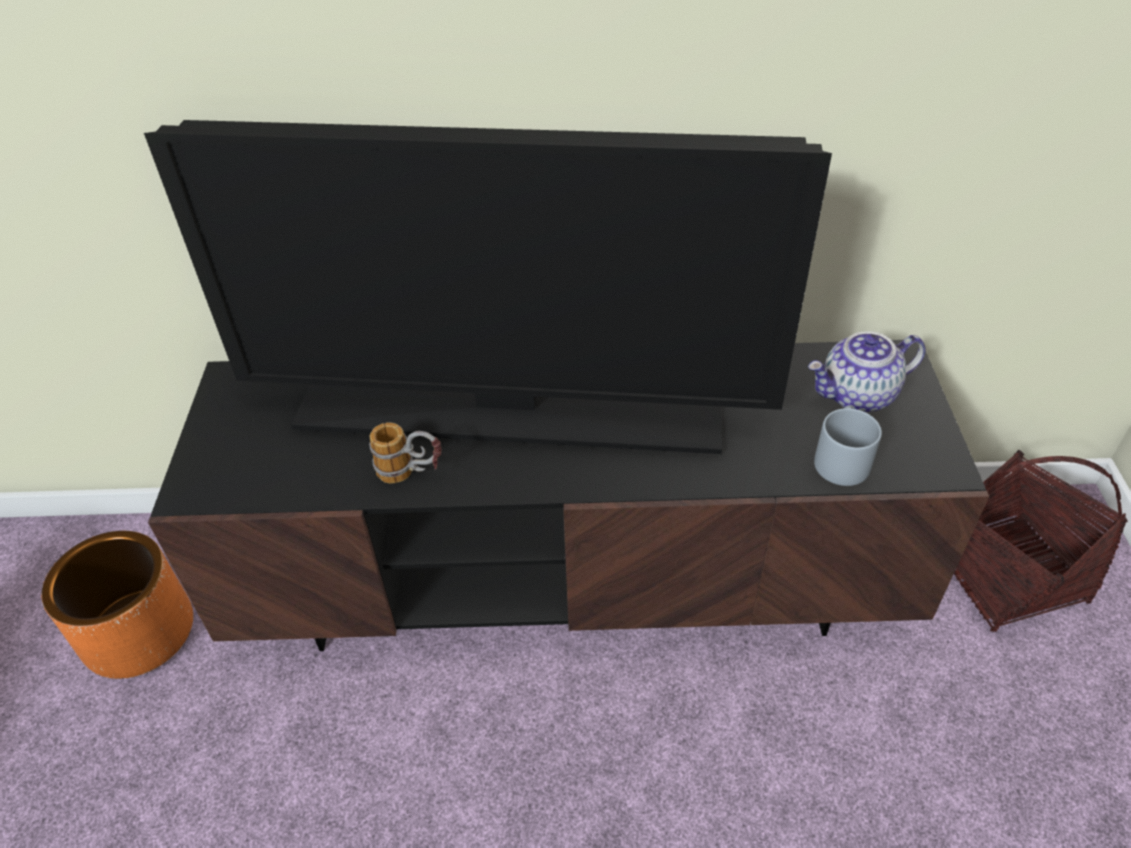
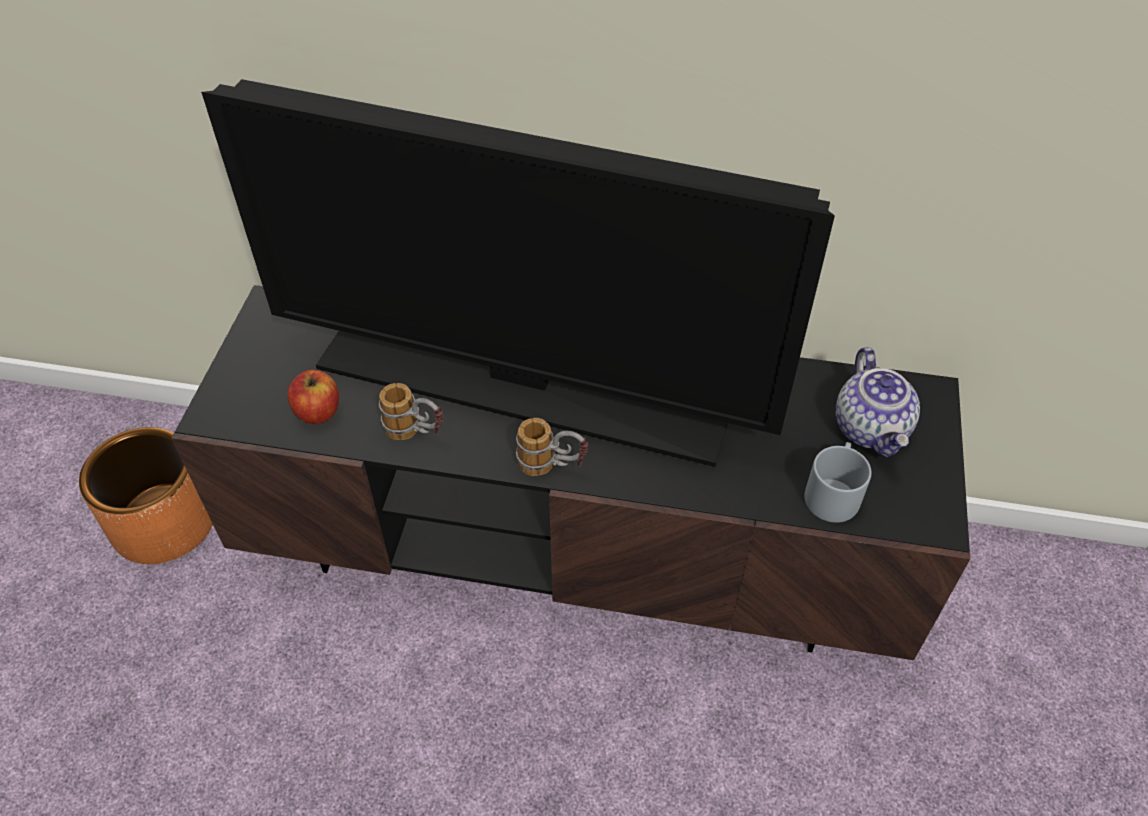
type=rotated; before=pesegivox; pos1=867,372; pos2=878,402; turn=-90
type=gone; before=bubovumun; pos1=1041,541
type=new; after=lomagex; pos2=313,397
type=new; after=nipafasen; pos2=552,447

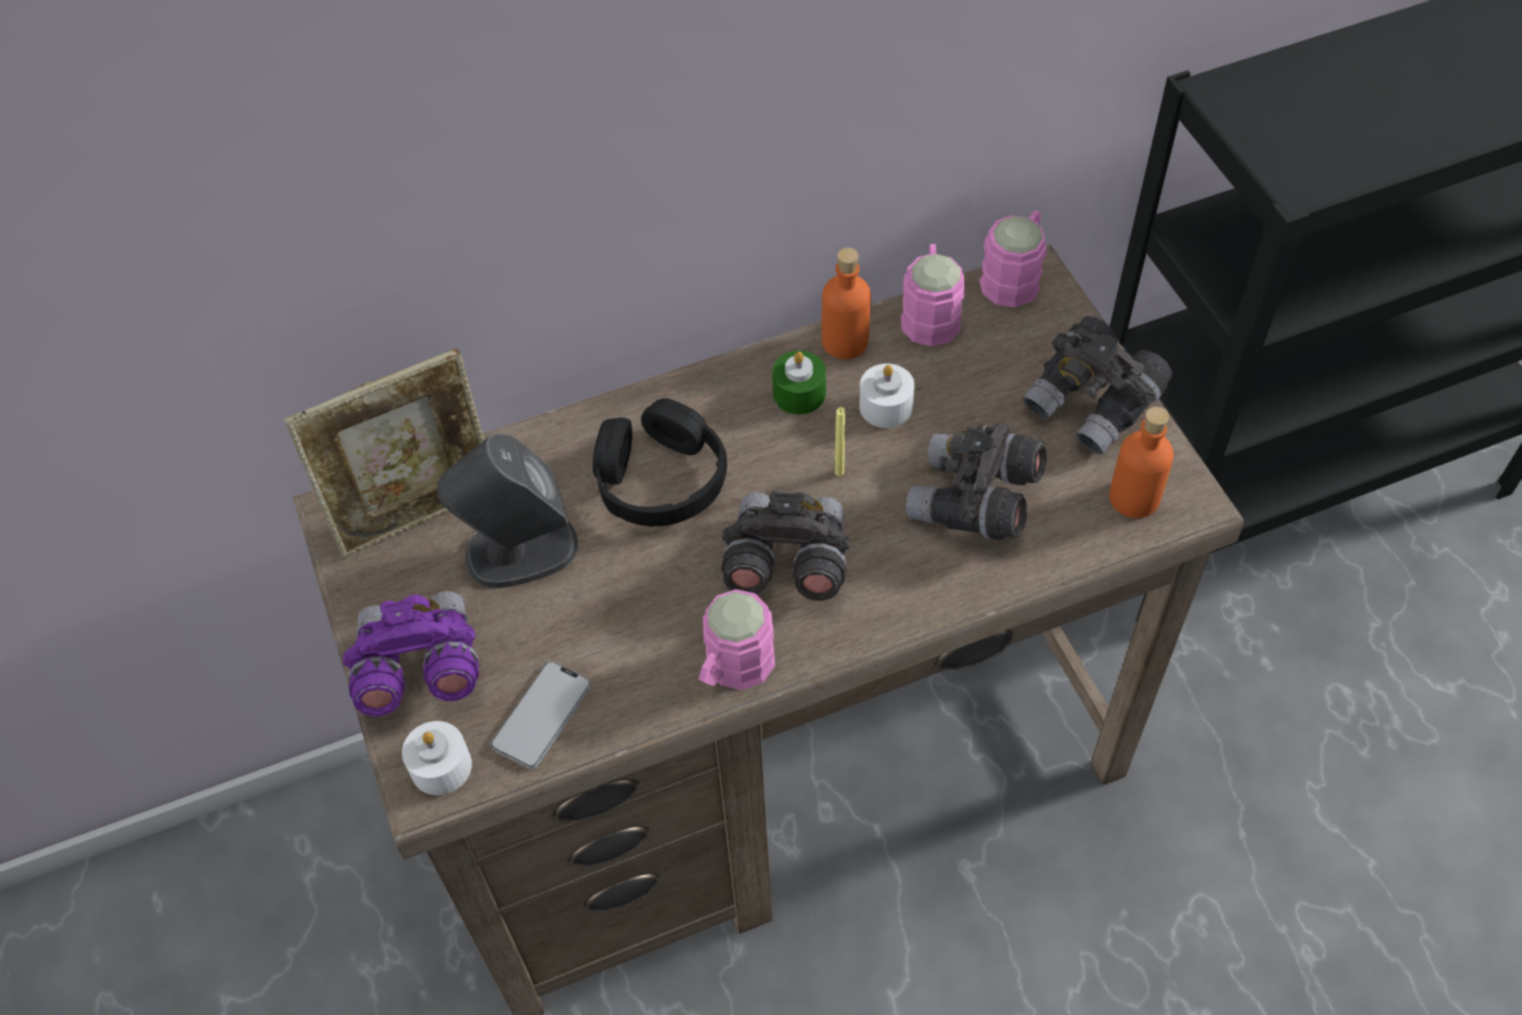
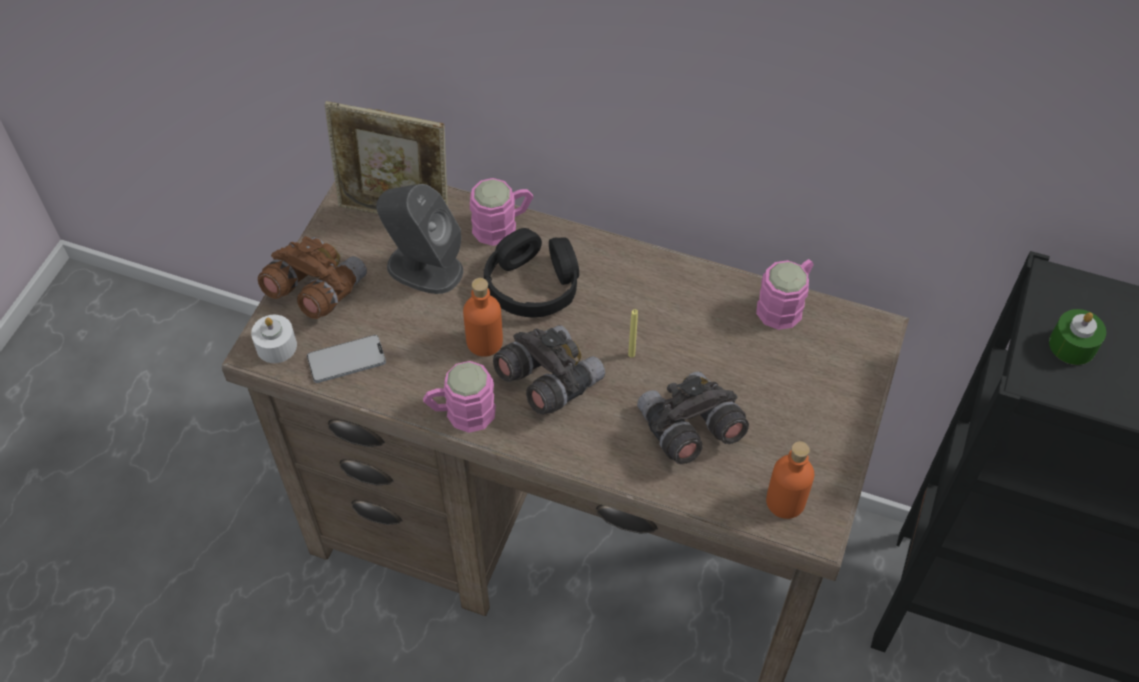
type=repainted; before=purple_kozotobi; after=brown_kozotobi; pos1=411,653; pos2=312,277
type=shifted; before=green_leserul; pos1=799,383; pos2=1077,337
type=shifted; before=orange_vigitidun; pos1=846,303; pos2=483,317
type=gone; before=white_leserul; pos1=887,396
type=shifted; before=pink_nipafasen; pos1=1013,258; pos2=501,212
type=gone; before=grey_kozotobi; pos1=1097,385

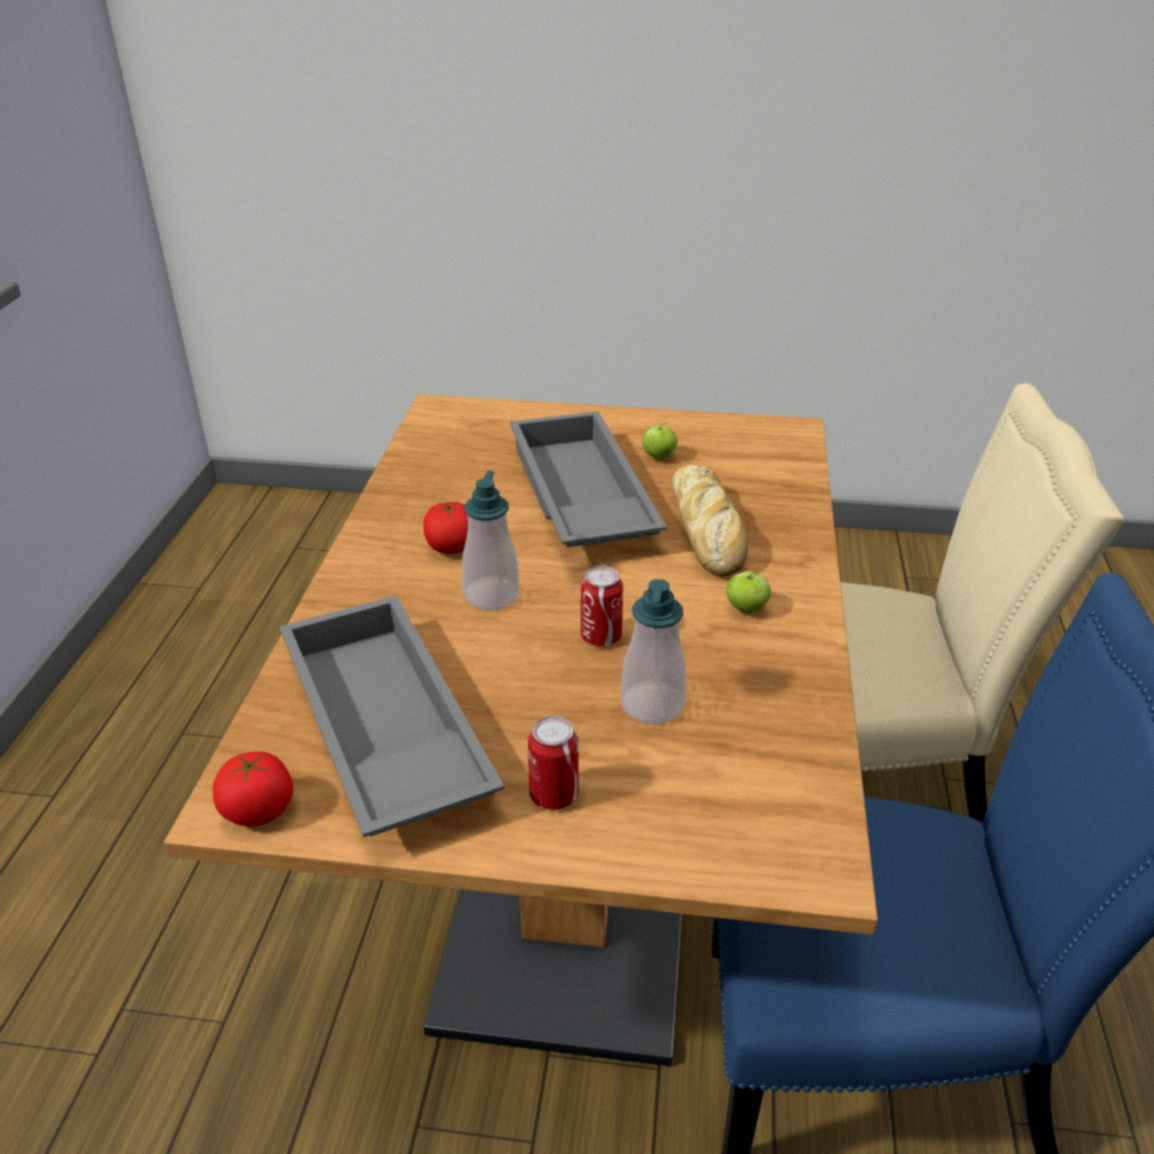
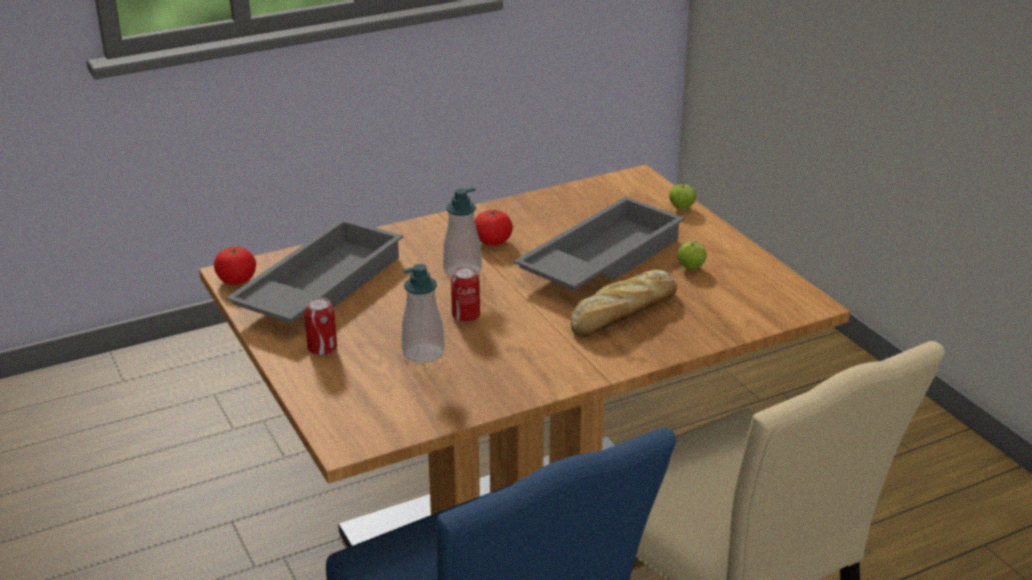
type=shifted; before=lomagex; pos1=748,592; pos2=682,196

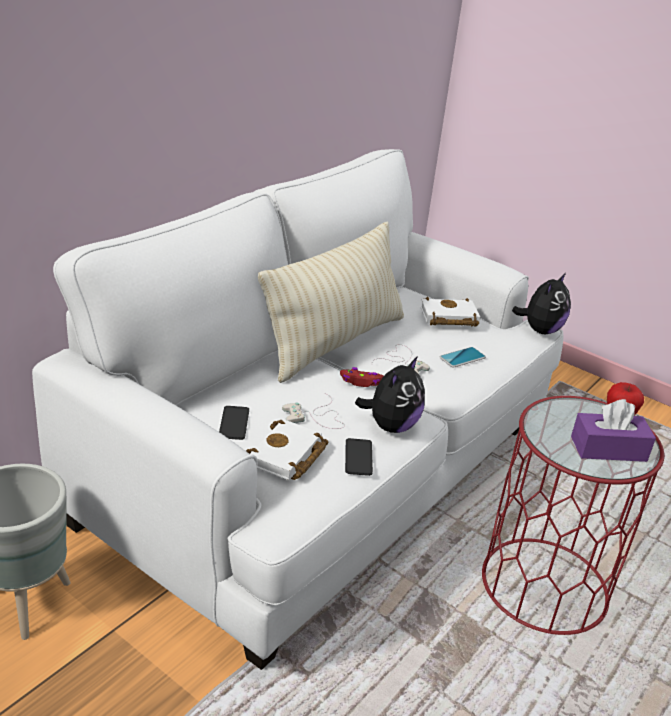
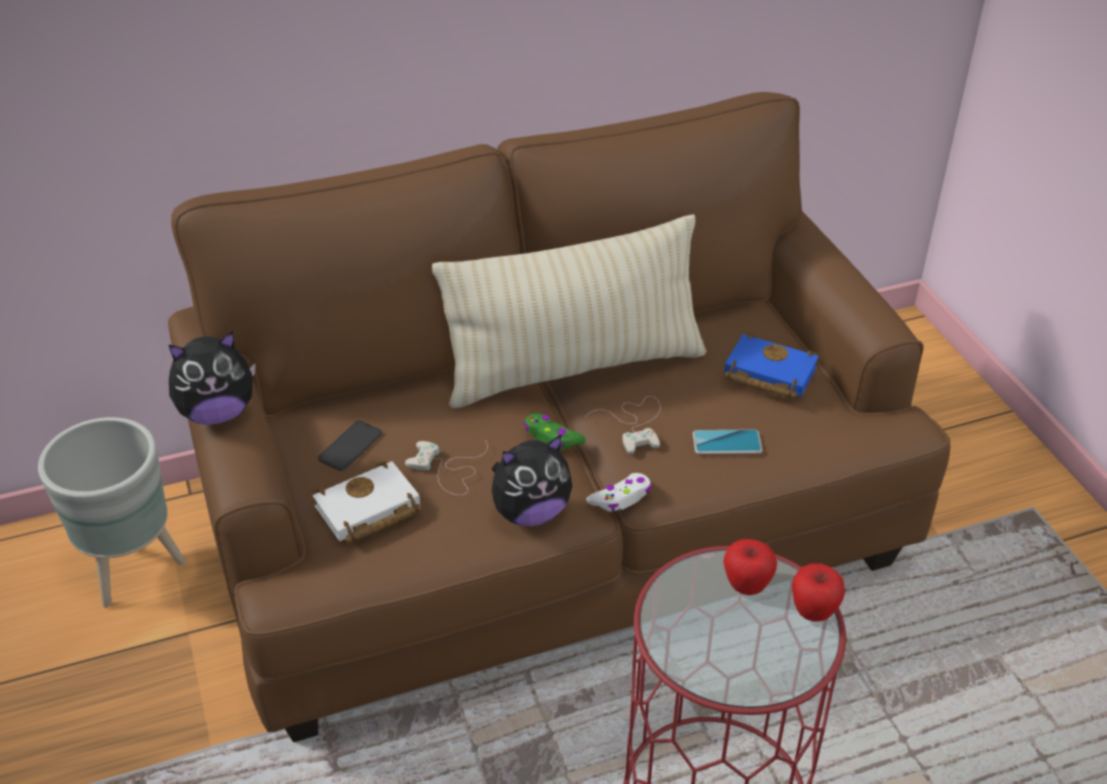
type=repainted; before=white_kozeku; after=brown_kozeku; pos1=297,409; pos2=559,417
type=repainted; before=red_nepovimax; after=green_nepovimax; pos1=361,377; pos2=555,431
type=gone; before=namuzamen; pos1=359,457
type=repainted; before=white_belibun; after=blue_belibun; pos1=450,312; pos2=771,366
type=shifted; before=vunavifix; pos1=541,303; pos2=212,378
type=gone; before=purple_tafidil; pos1=613,430
type=new; after=white_nepovimax; pos2=619,492
type=new; after=lomagex; pos2=750,567

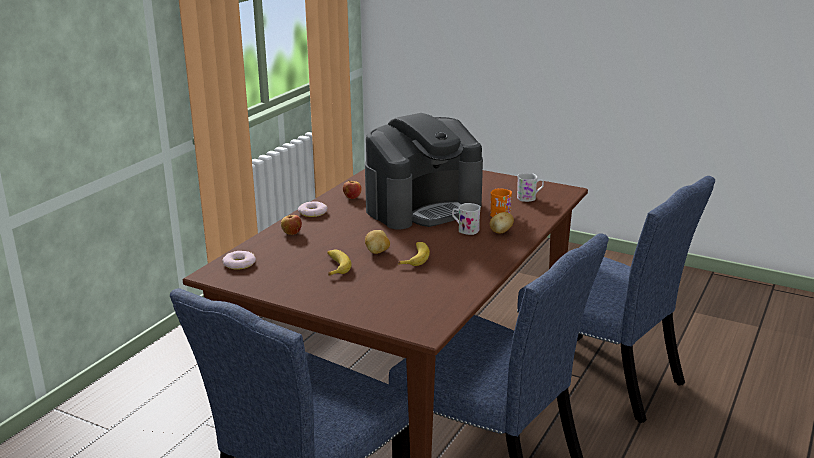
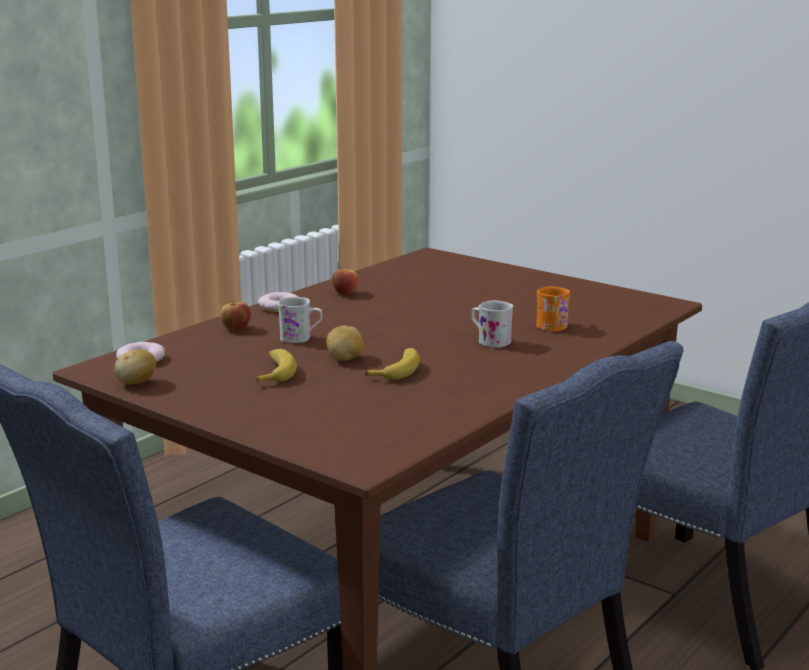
type=gone; before=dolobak; pos1=424,171
type=shifted; before=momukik; pos1=502,223; pos2=135,366
type=shifted; before=white_nipafasen; pos1=530,187; pos2=300,320

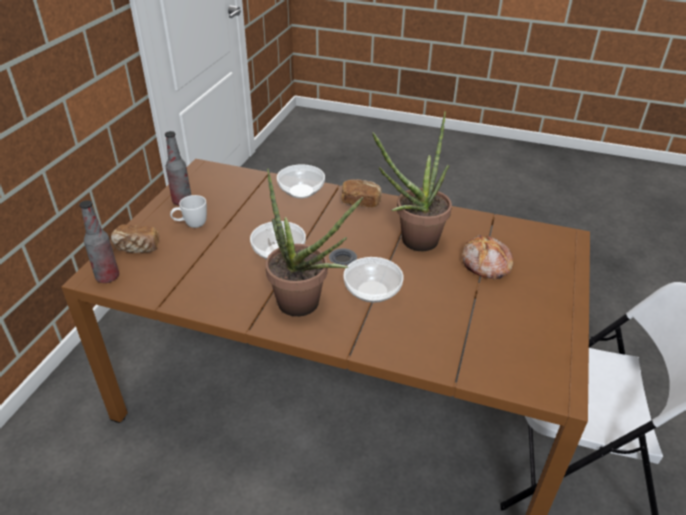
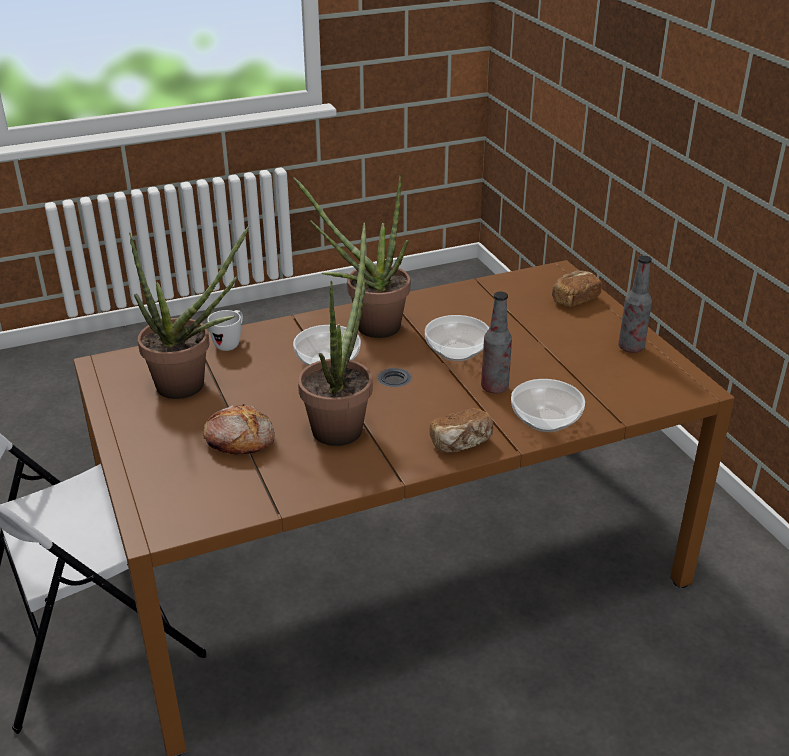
type=shifted; before=vigitidun; pos1=99,241; pos2=496,343
type=shifted; before=white_nipafasen; pos1=188,211; pos2=225,330
type=new; after=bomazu; pos2=189,312

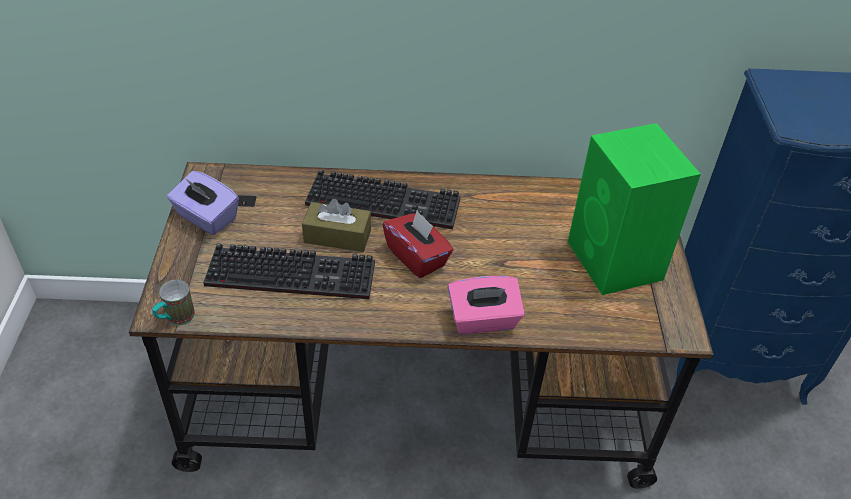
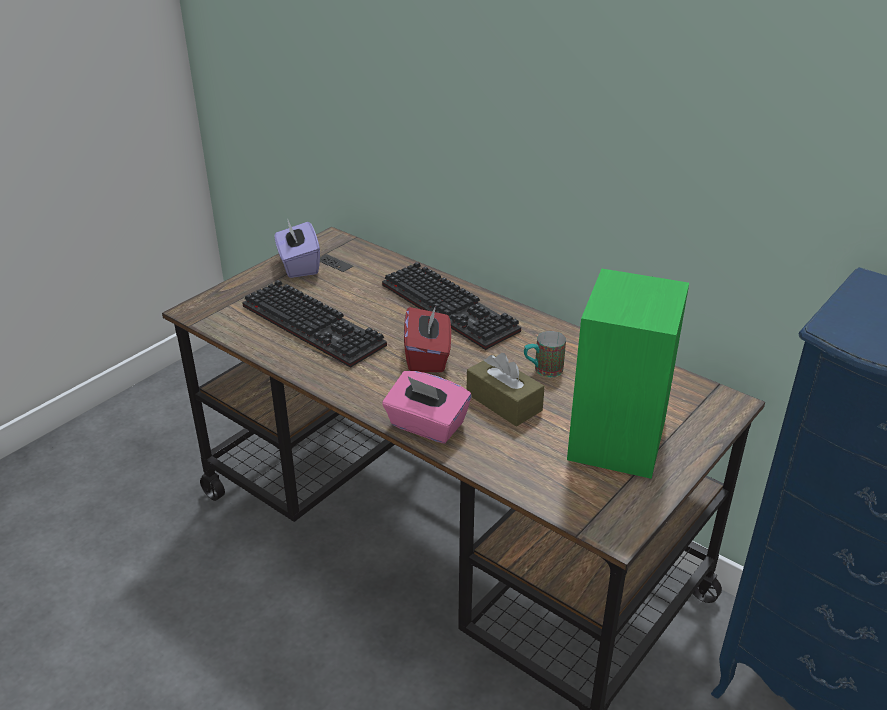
type=shifted; before=nipafasen; pos1=173,302; pos2=545,354
type=shifted; before=brown_tafidil; pos1=336,225; pos2=506,390

